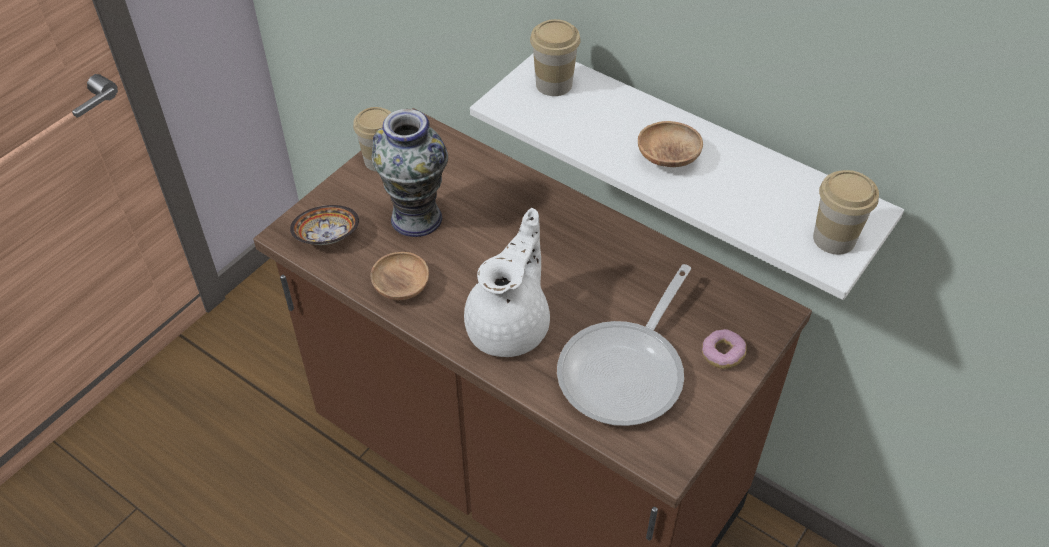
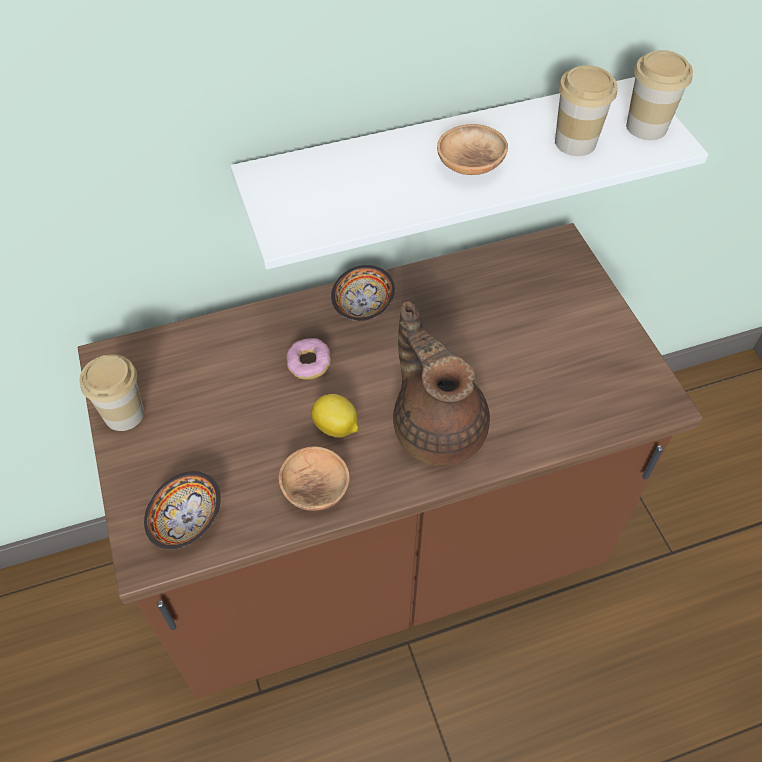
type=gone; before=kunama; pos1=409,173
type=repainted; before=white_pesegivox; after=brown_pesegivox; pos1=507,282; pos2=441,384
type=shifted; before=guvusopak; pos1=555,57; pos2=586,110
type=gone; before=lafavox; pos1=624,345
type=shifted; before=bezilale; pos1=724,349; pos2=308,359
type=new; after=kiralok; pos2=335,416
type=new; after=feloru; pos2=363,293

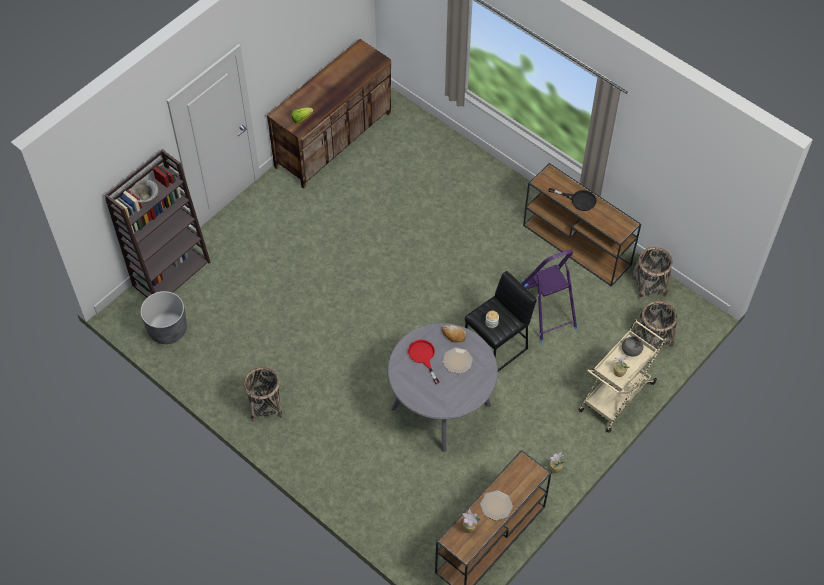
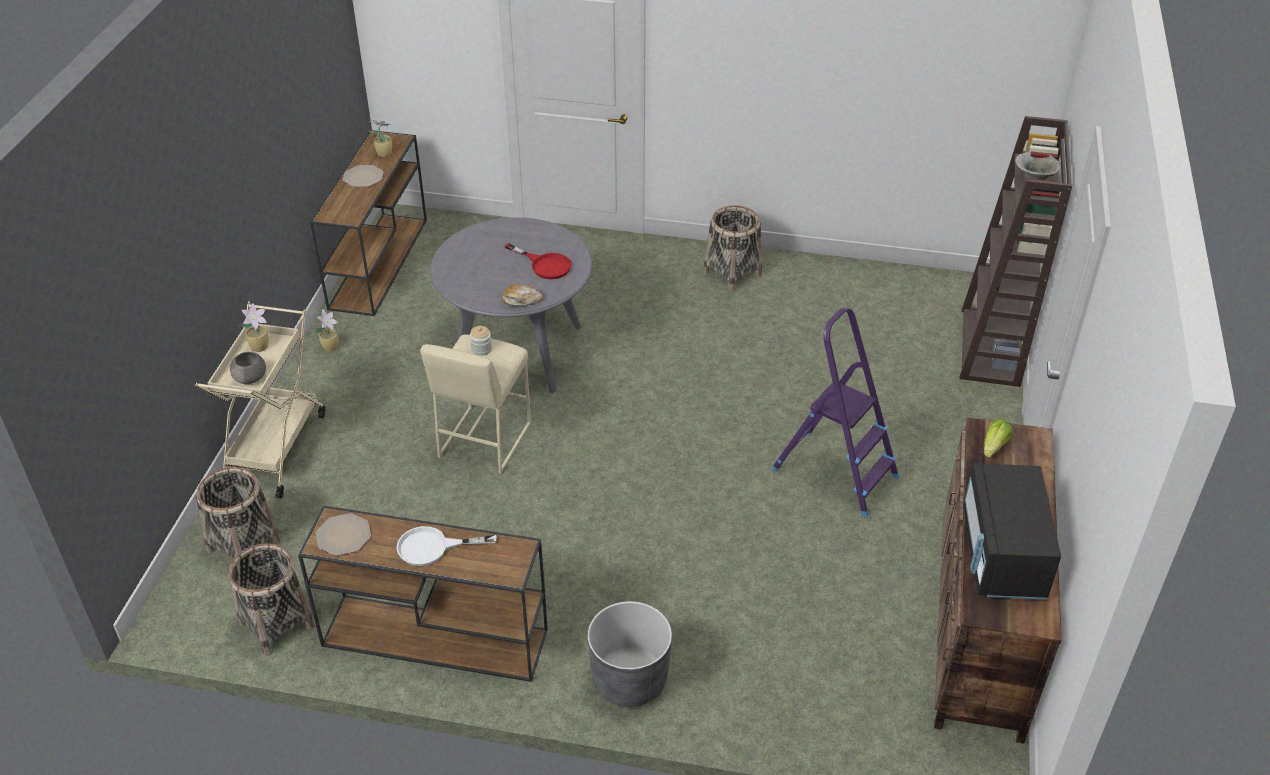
type=shifted; before=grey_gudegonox; pos1=163,317; pos2=630,654
type=shifted; before=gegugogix; pos1=458,360; pos2=343,534
type=repainted; before=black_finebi; after=beige_finebi; pos1=501,321; pos2=475,404
type=shifted; before=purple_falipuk; pos1=549,296; pos2=835,412
type=repainted; before=black_lafavox; after=white_lafavox; pos1=572,199; pos2=446,546
type=new; after=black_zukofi; pos2=1012,531

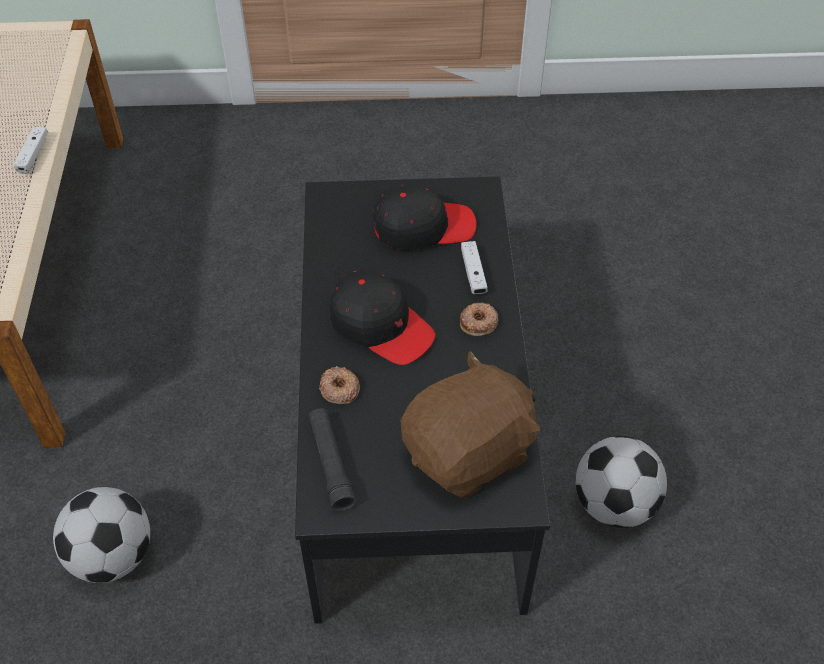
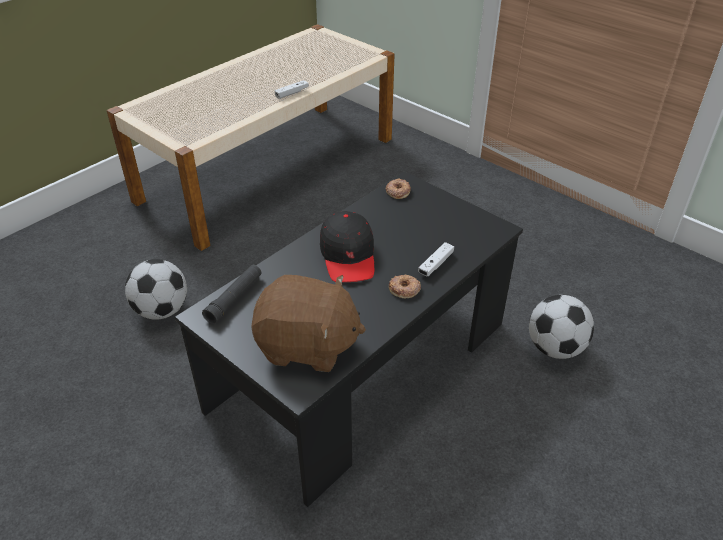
type=shifted; before=bezilale; pos1=339,385; pos2=398,188
type=gone; before=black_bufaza; pos1=425,217
type=shifted; before=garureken; pos1=621,482; pos2=561,327

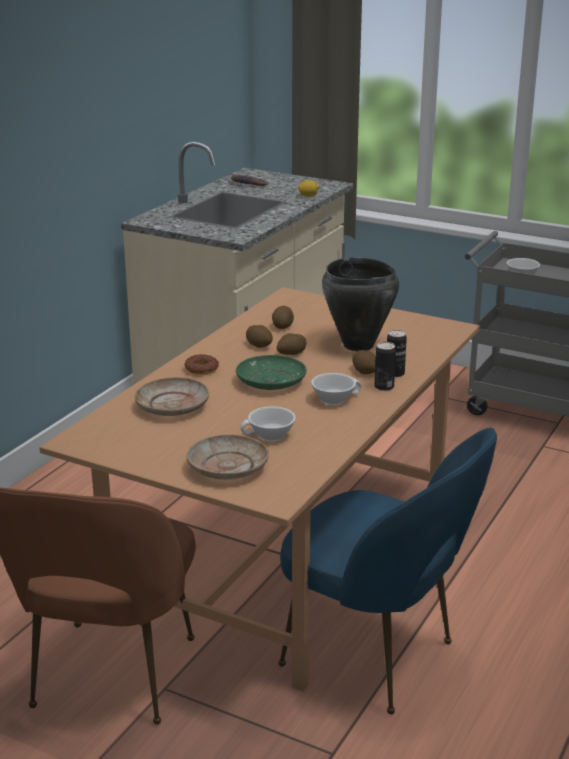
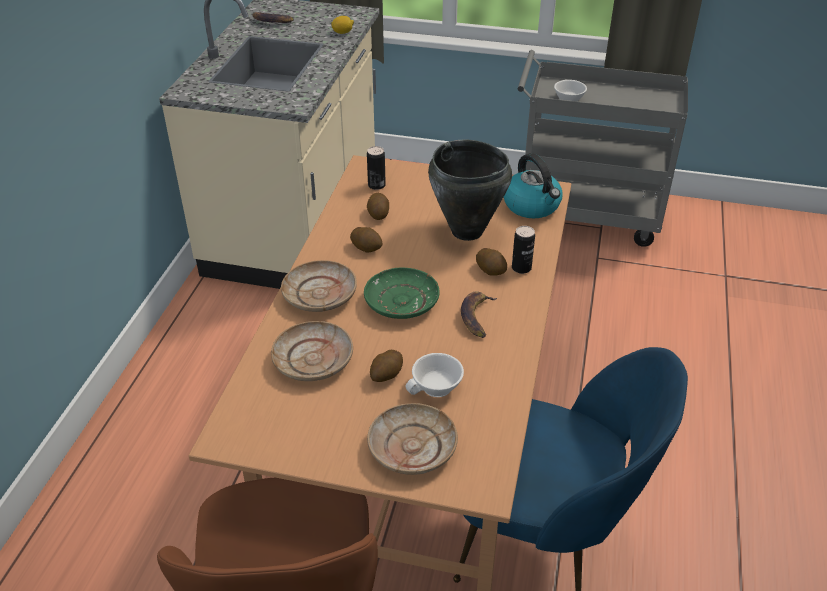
type=swapped; before=bezilale; after=beige_gegugogix; pos1=201,364; pos2=319,286
type=shifted; before=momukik; pos1=291,344; pos2=386,366
type=swapped; before=white_guvusopak; after=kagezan; pos1=336,389; pos2=479,314
type=shifted; before=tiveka; pos1=385,366; pos2=376,168
type=new; after=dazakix; pos2=533,185

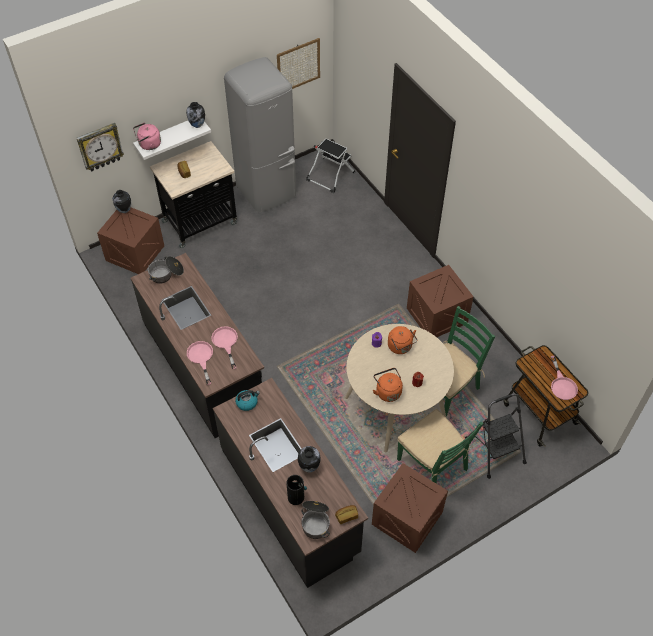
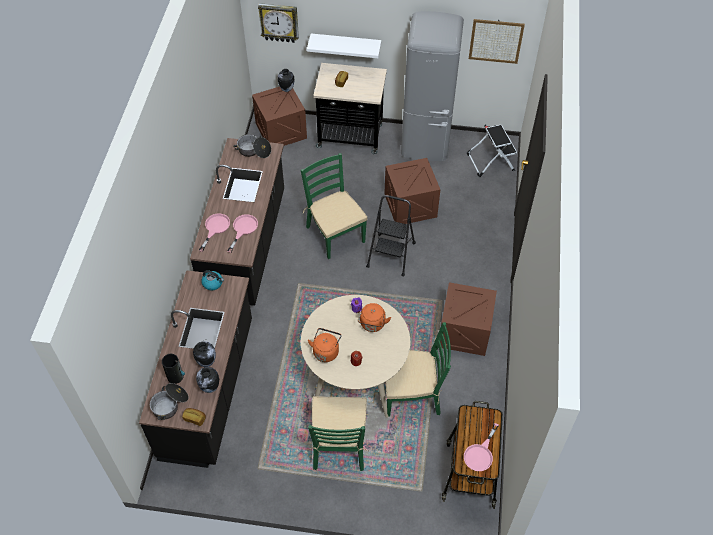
type=gone; before=pink_dazakix; pos1=147,136
type=shifted; before=kunama; pos1=195,115; pos2=207,380
type=shifted; before=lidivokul; pos1=410,508; pos2=412,191
type=shifted; before=black_falipuk; pos1=496,436; pos2=391,235
type=new; after=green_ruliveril; pos2=334,206

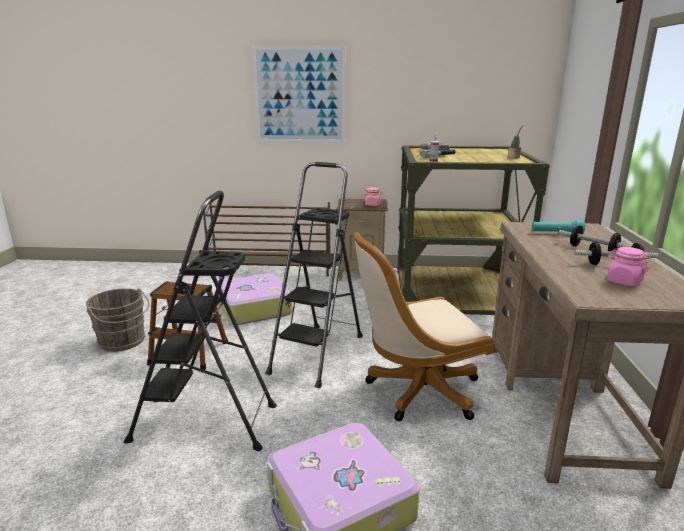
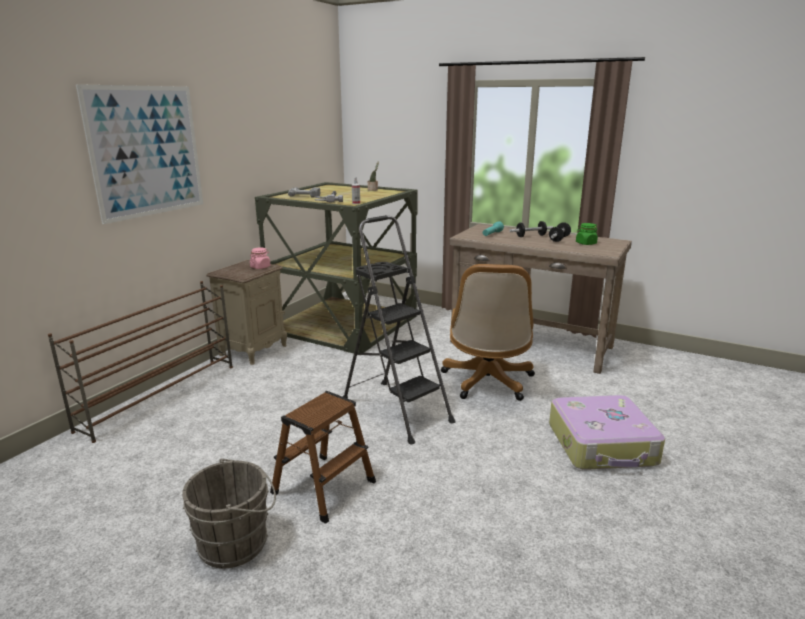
type=gone; before=falipuk; pos1=200,321
type=gone; before=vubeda; pos1=255,299
type=repainted; before=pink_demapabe; after=green_demapabe; pos1=628,266; pos2=587,234

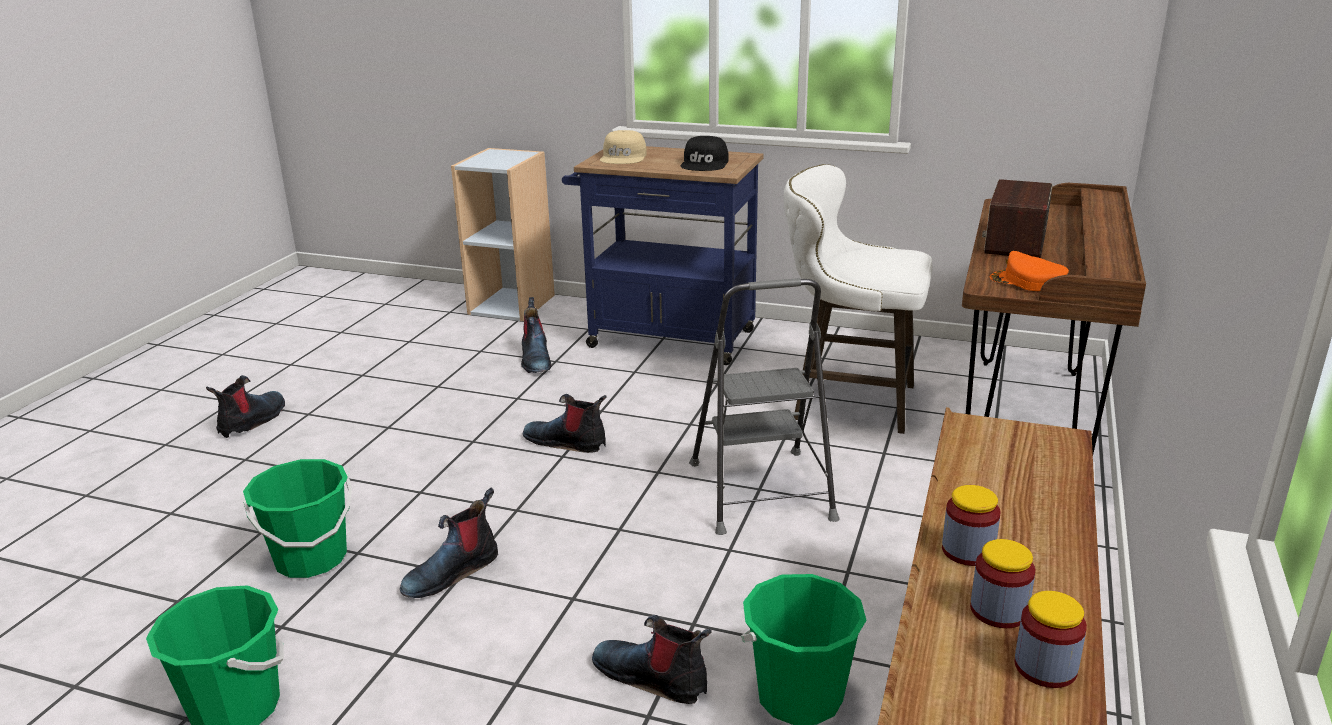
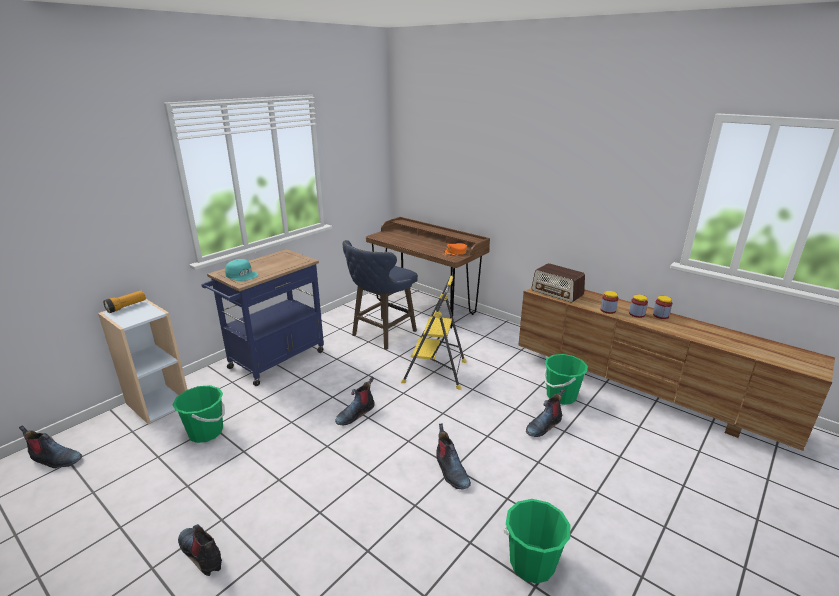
type=shifted; before=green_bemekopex; pos1=297,518; pos2=198,414
type=shifted; before=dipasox; pos1=536,335; pos2=50,446
type=repainted; before=beige_bufaza; after=turquoise_bufaza; pos1=623,147; pos2=241,270
type=gone; before=black_bufaza; pos1=704,153
type=repainted; before=grey_falipuk; after=yellow_falipuk; pos1=764,406; pos2=434,332
type=repainted; before=white_finebi; after=blue_finebi; pos1=858,299; pos2=380,295
type=shifted; before=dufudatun; pos1=1017,218; pos2=558,283
type=new; after=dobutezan; pos2=124,302

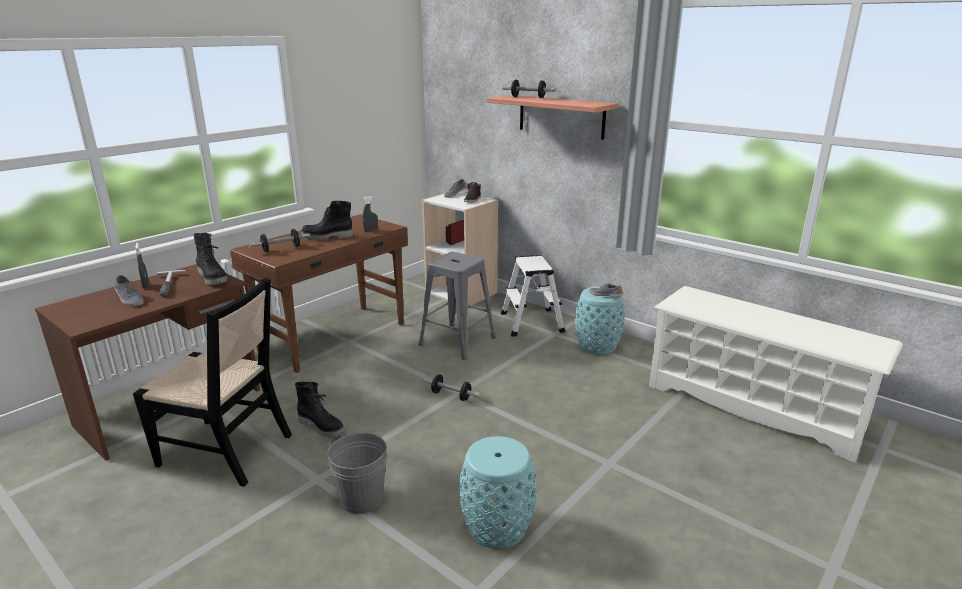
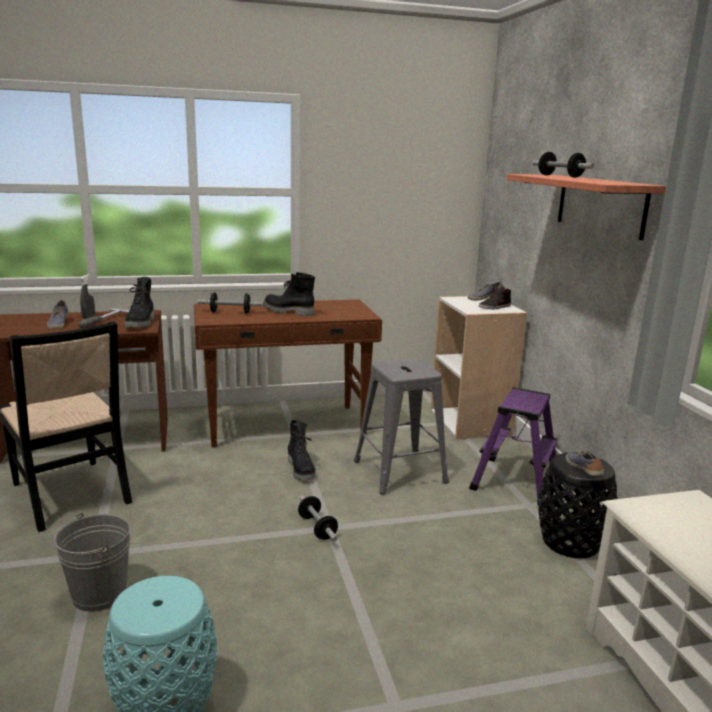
type=shifted; before=black_dipasox; pos1=319,409; pos2=301,450
type=gone; before=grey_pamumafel; pos1=370,214
type=repainted; before=white_falipuk; after=purple_falipuk; pos1=533,296; pos2=513,447
type=repainted; before=turquoise_finebi; after=black_finebi; pos1=600,321; pos2=577,505

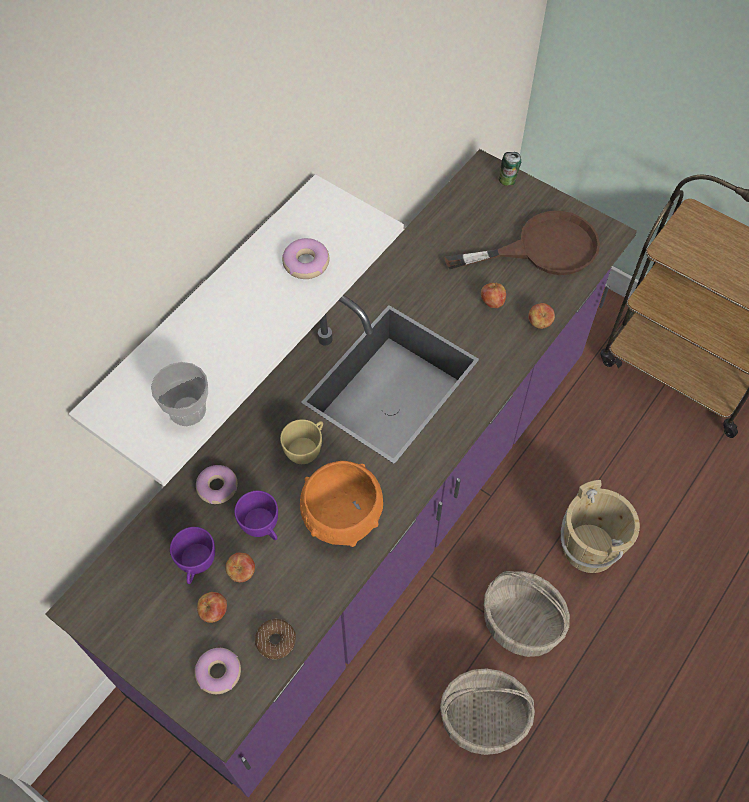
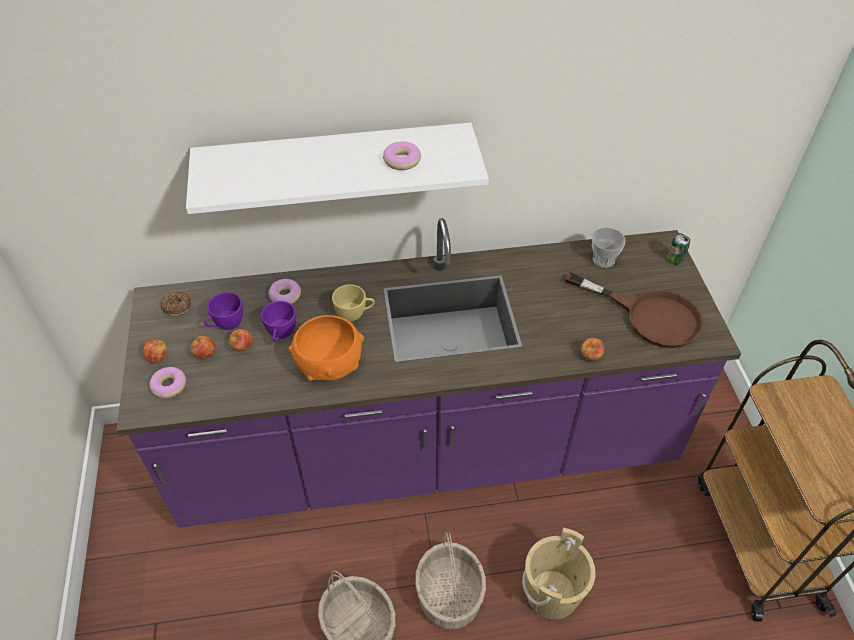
type=shifted; before=guvusopak; pos1=179,394; pos2=609,247
type=shifted; before=bezilale; pos1=275,639; pos2=176,303
type=shifted; before=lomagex; pos1=493,295; pos2=155,351

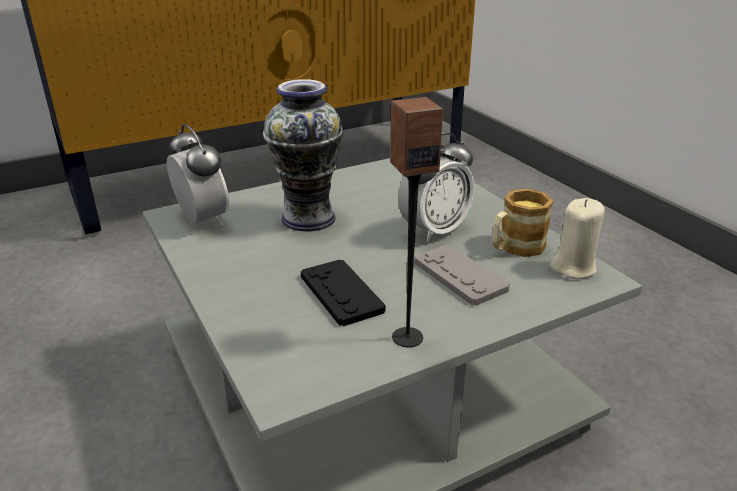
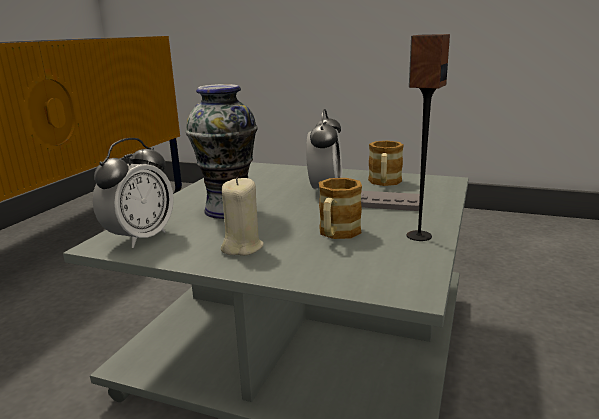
type=rotated; before=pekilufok; pos1=198,174; pos2=133,193; turn=105
type=swapped; before=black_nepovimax; after=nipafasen; pos1=343,293; pos2=340,208
type=shifted; before=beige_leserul; pos1=577,238; pos2=242,216

